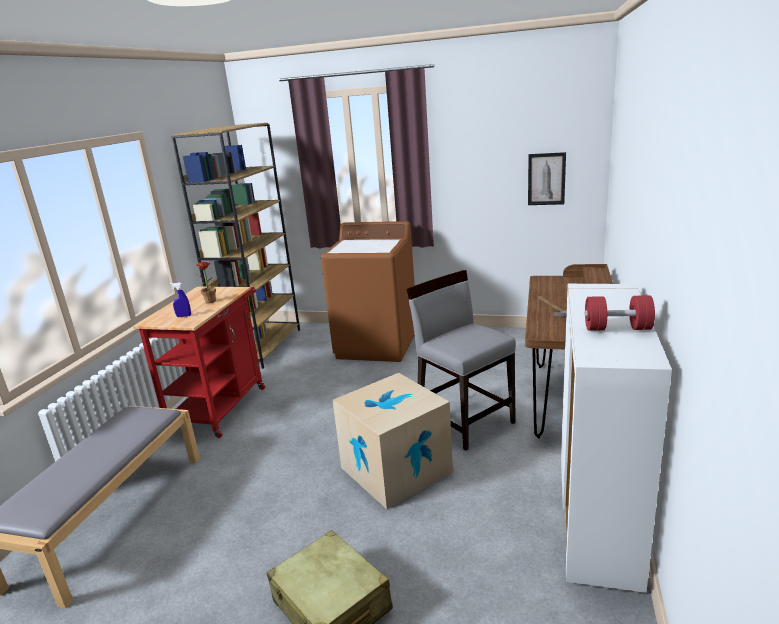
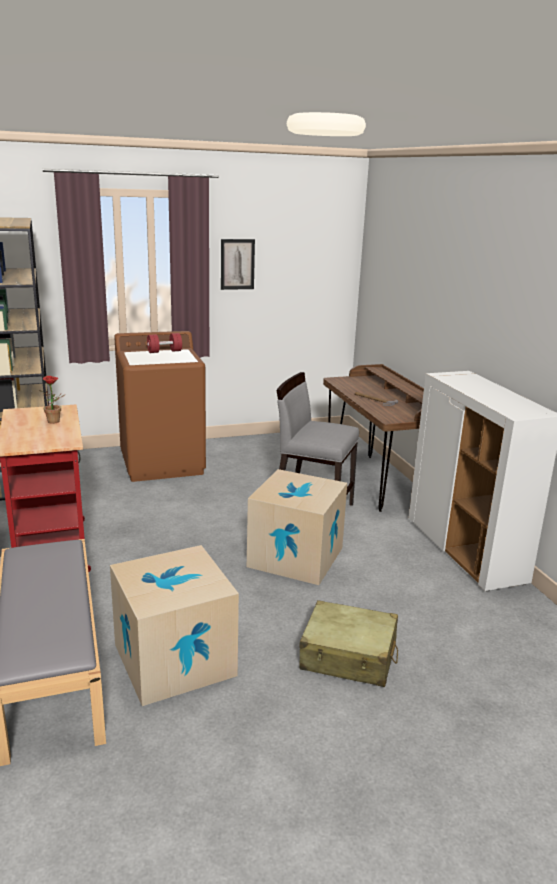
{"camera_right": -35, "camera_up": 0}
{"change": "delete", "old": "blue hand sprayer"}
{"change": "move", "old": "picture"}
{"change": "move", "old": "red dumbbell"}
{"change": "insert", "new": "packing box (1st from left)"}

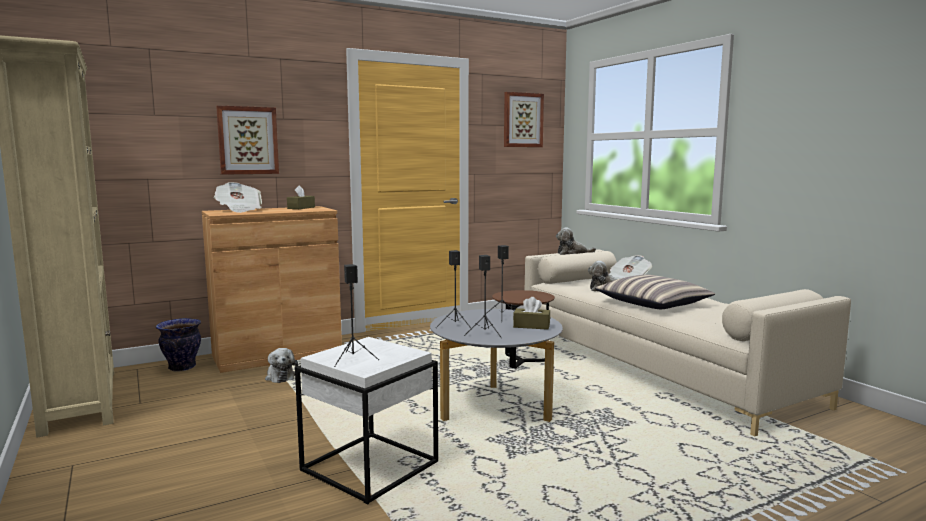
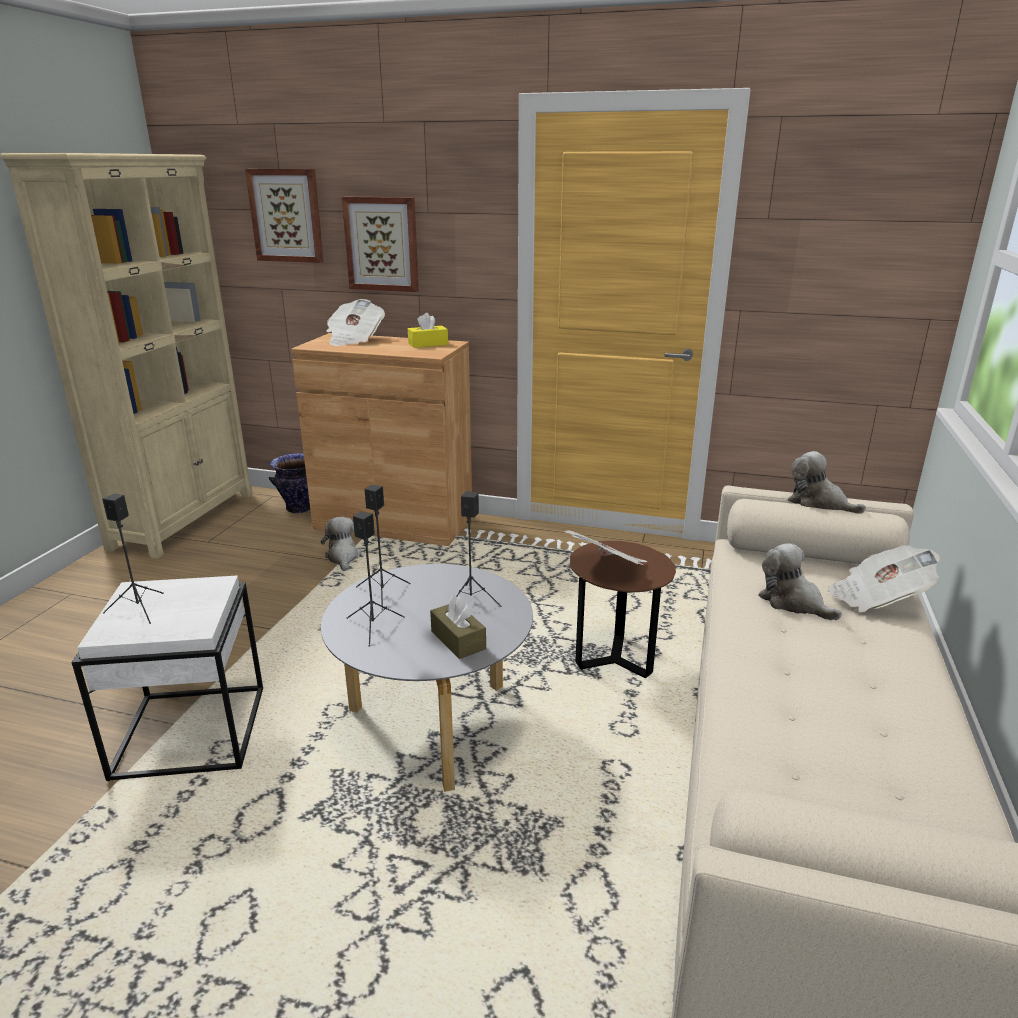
{"camera_right": 45, "camera_up": 15}
{"change": "rotate", "old": "plush toy (1st from left)", "degrees": 150}
{"change": "recolor", "old": "brown-coloured tissue box (1st from left)", "new": "yellow-coloured tissue box"}
{"change": "move", "old": "picture (2nd from left in the first image)", "new": "picture (1st from left)"}
{"change": "delete", "old": "cushion"}
{"change": "insert", "new": "newspaper (2nd from left)"}

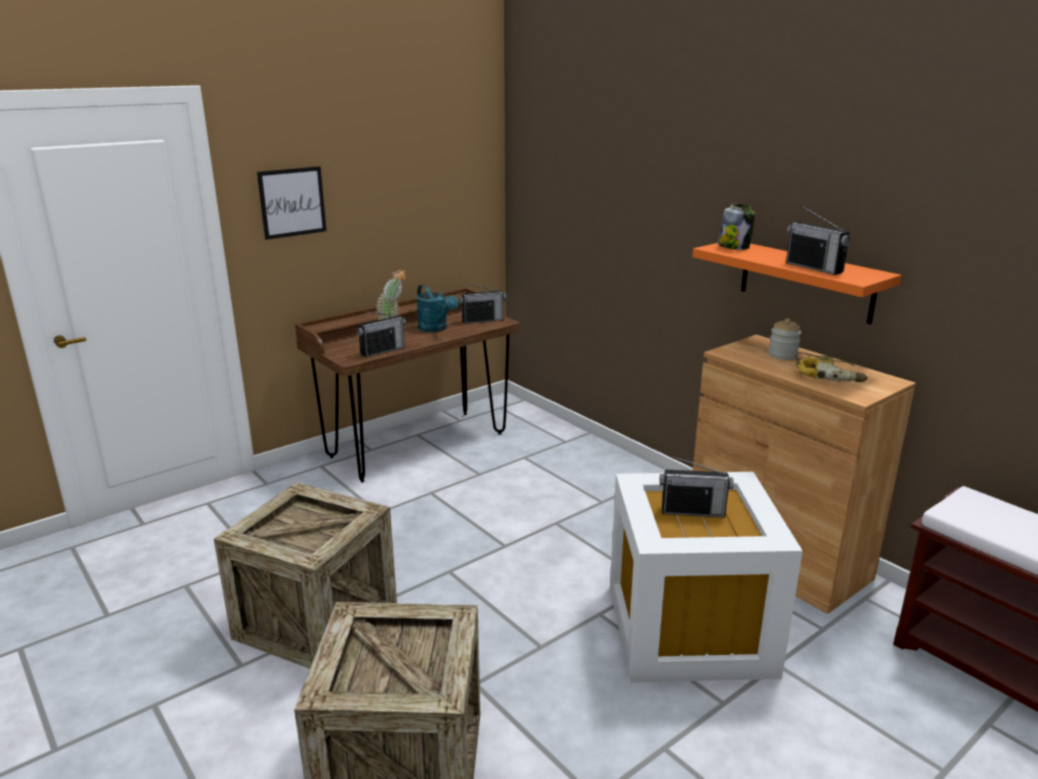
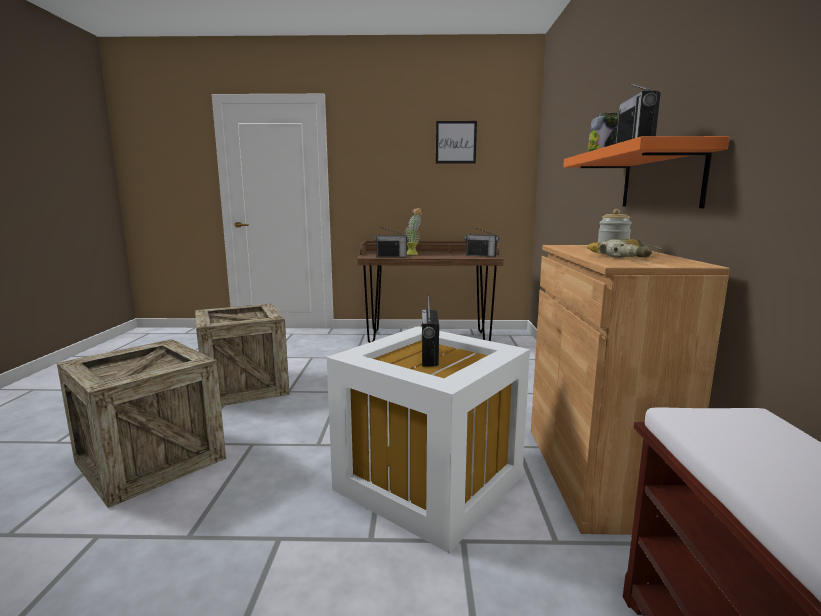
{"camera_right": 40, "camera_up": -10}
{"change": "move", "old": "picture"}
{"change": "delete", "old": "turquoise-coloured sprinkling can"}
{"change": "rotate", "old": "radio set (3rd from left in the first image)", "degrees": 45}

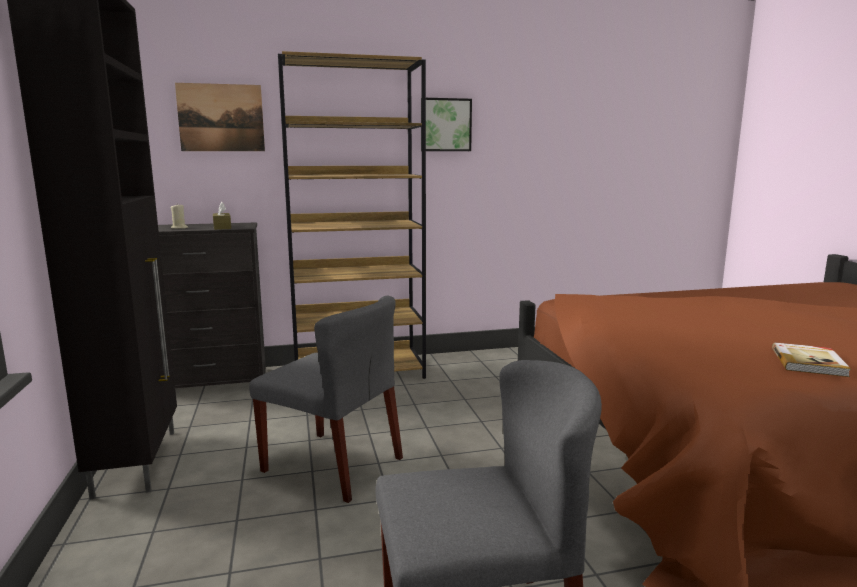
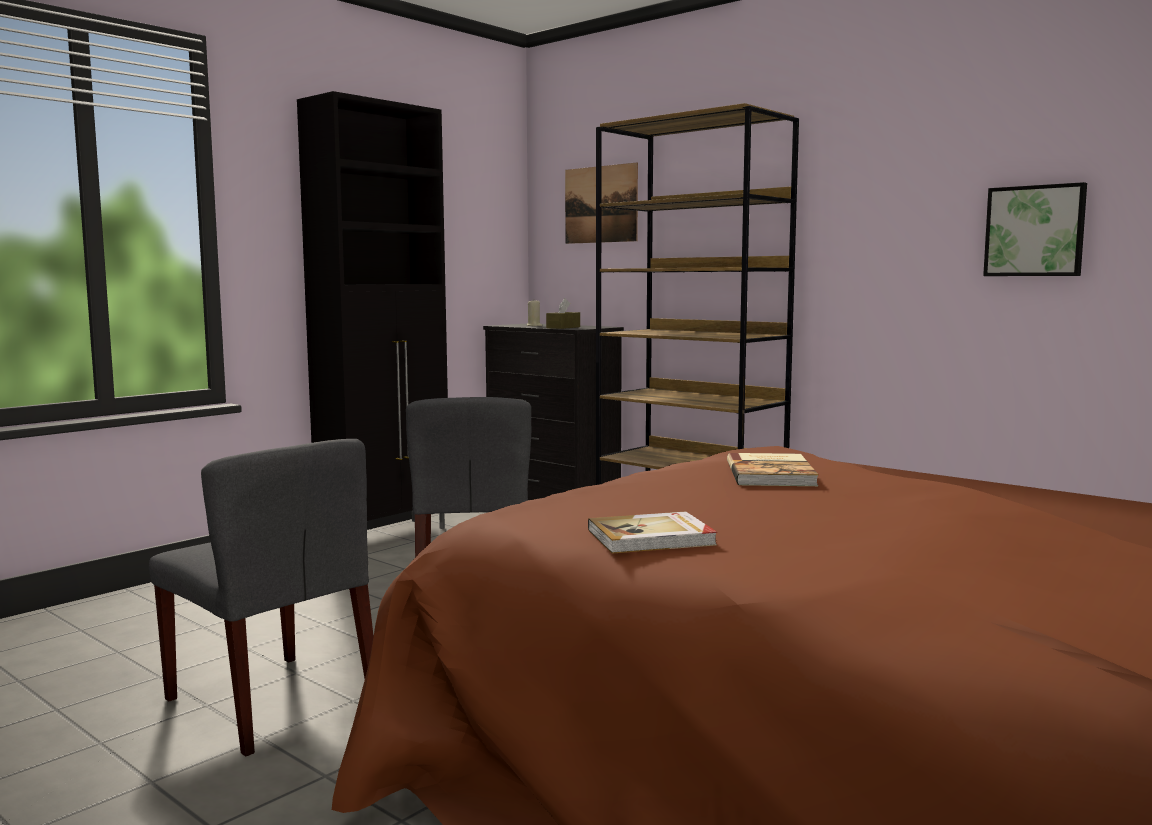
{"camera_right": 55, "camera_up": -5}
{"change": "move", "old": "picture (2nd from left)"}
{"change": "insert", "new": "bound book (2nd from left)"}

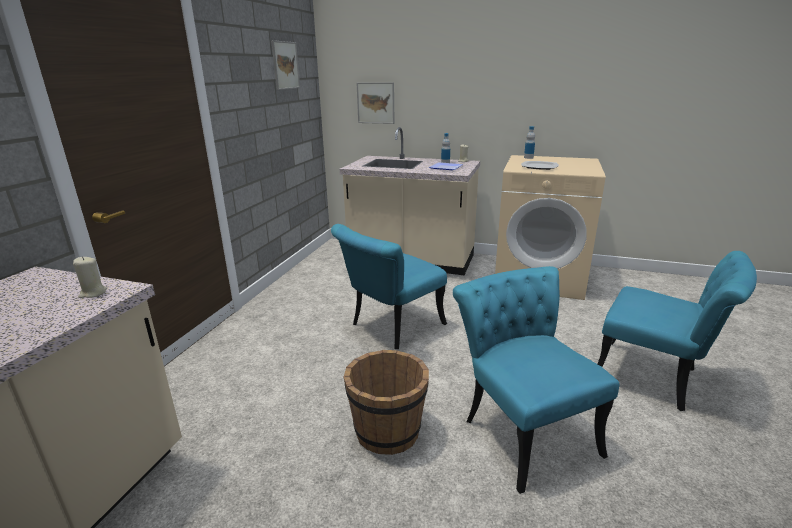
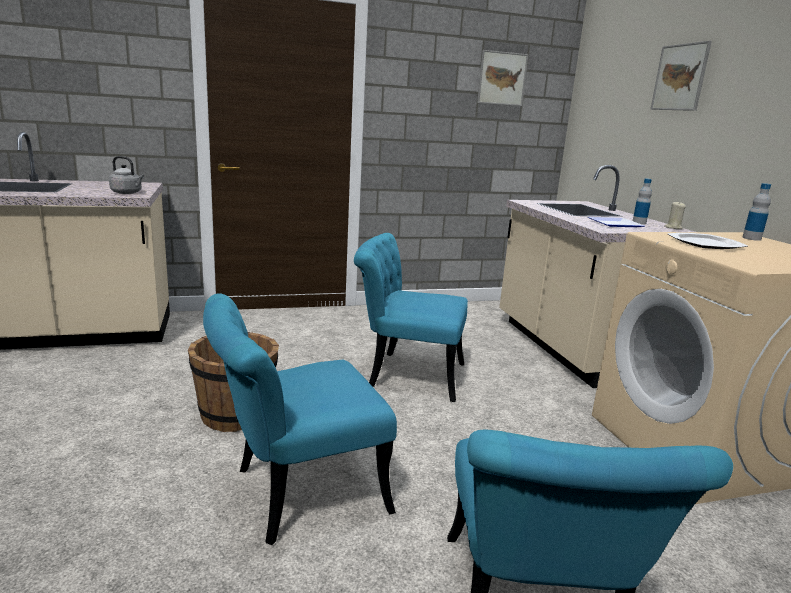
{"camera_right": 55, "camera_up": -5}
{"change": "replace", "old": "sand-coloured wax candle (1st from left)", "new": "gray kettle"}
{"change": "move", "old": "picture (2nd from left)"}
{"change": "rotate", "old": "turquoise-coloured upright chair (2nd from left in the first image)", "degrees": -150}

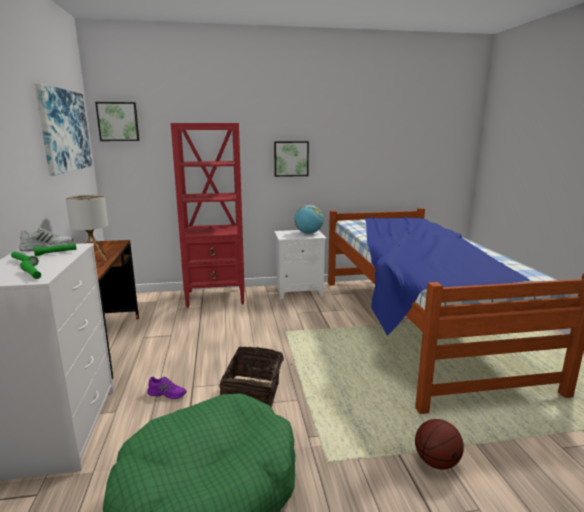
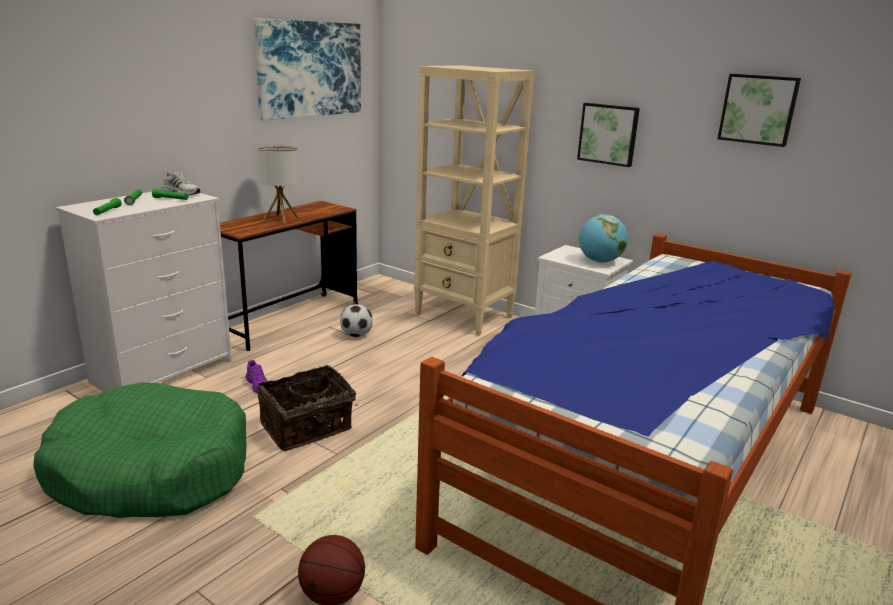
{"camera_right": 45, "camera_up": 5}
{"change": "move", "old": "picture (2nd from left in the first image)", "new": "picture (3rd from left)"}
{"change": "recolor", "old": "red shelving unit", "new": "sand-coloured shelving unit"}
{"change": "insert", "new": "football"}

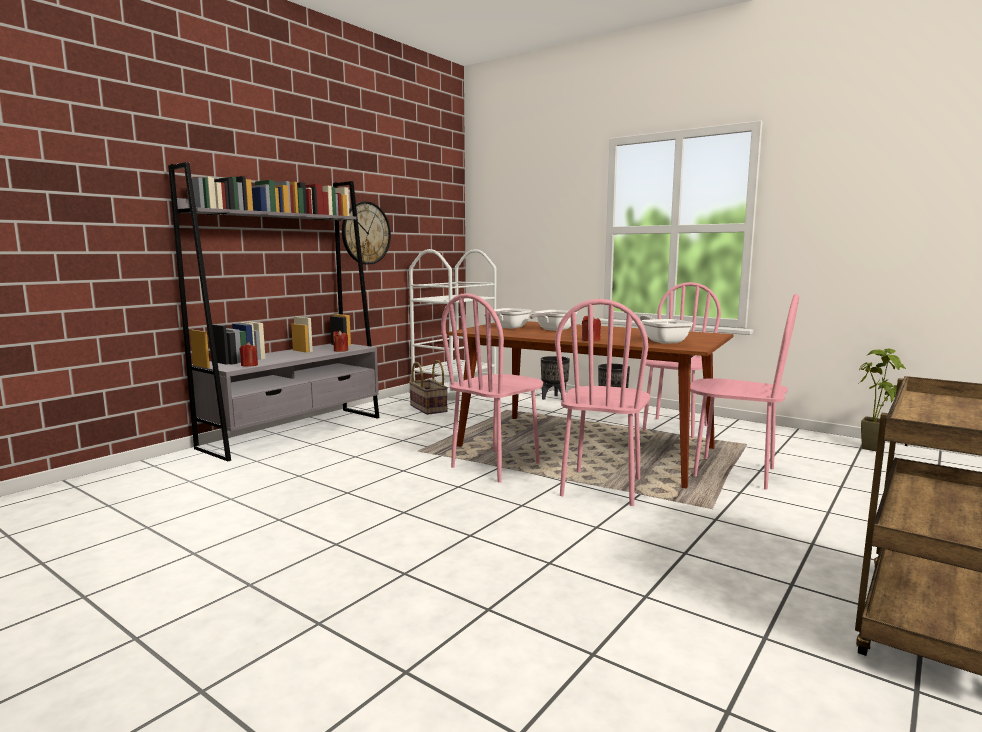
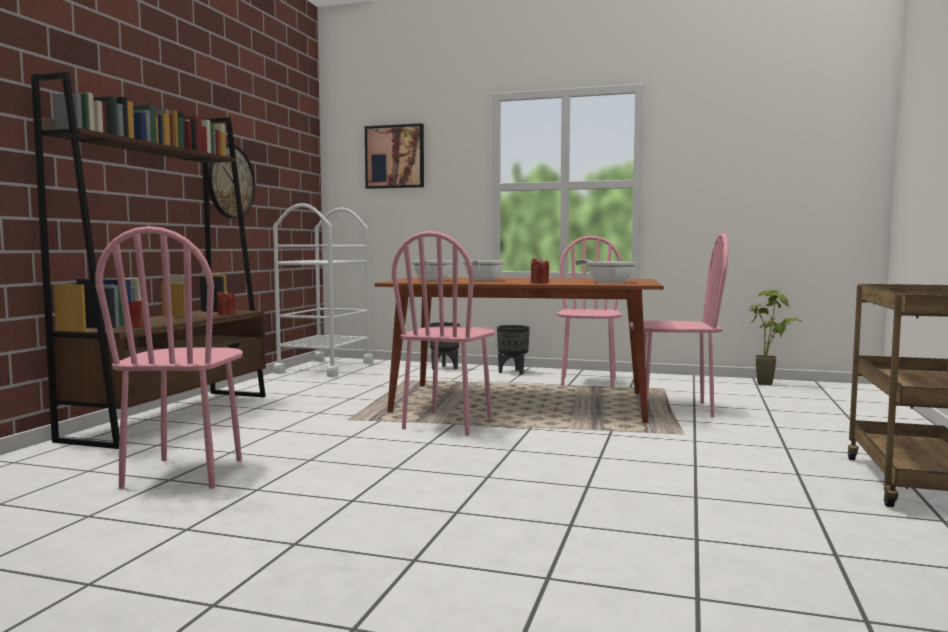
{"camera_right": -20, "camera_up": -5}
{"change": "recolor", "old": "gray shelving unit", "new": "brown-coloured shelving unit"}
{"change": "delete", "old": "basket"}
{"change": "move", "old": "pink upright chair (2nd from left in the first image)", "new": "pink upright chair (1st from left)"}
{"change": "insert", "new": "picture"}

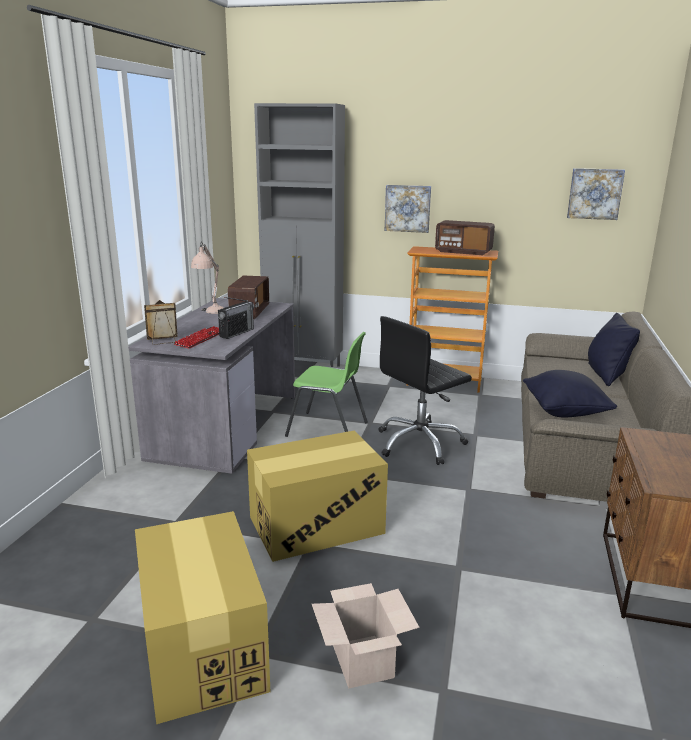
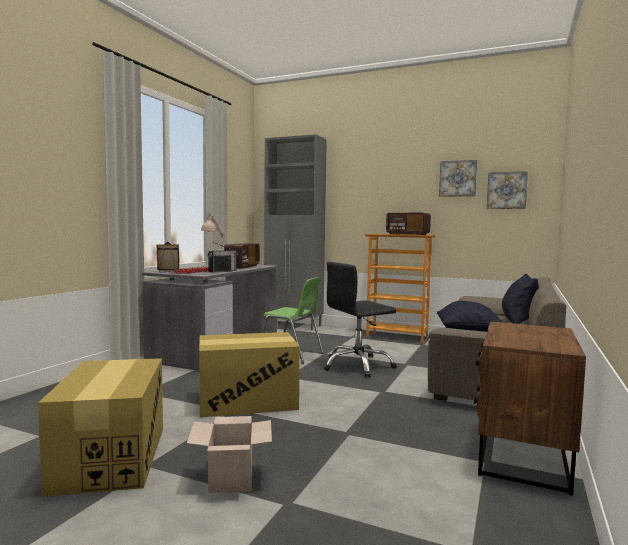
{"camera_right": 10, "camera_up": -15}
{"change": "move", "old": "picture (1st from left)"}

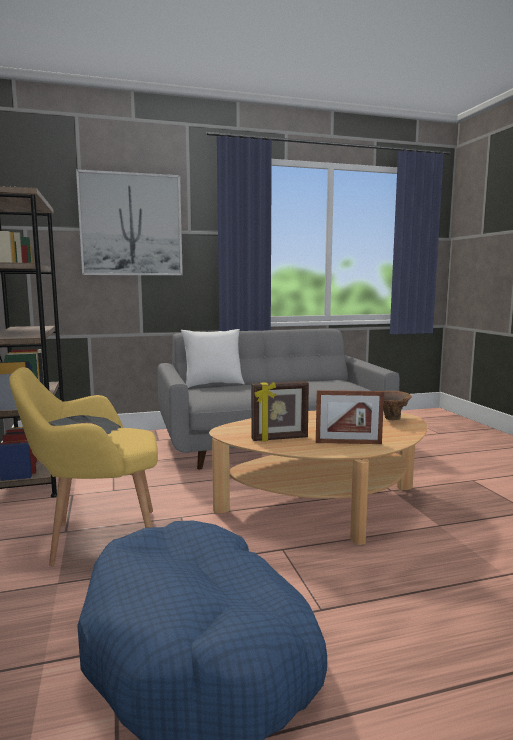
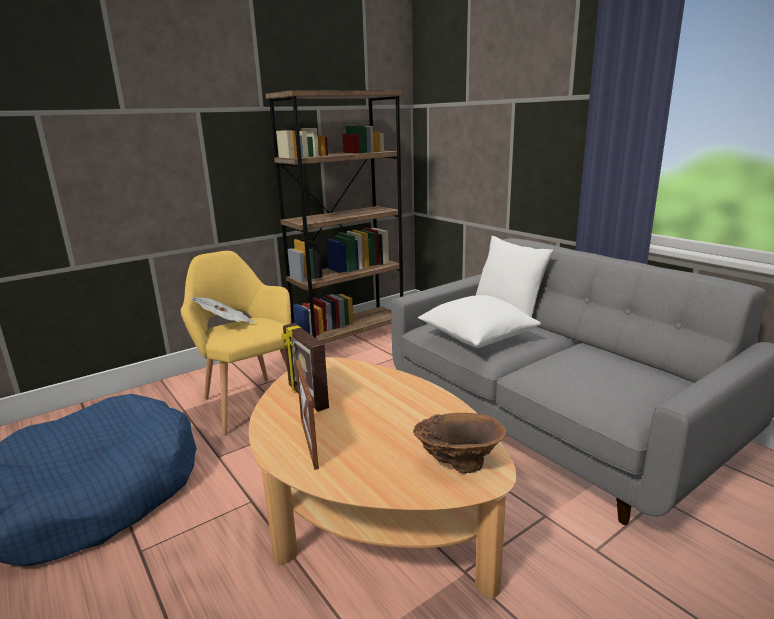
{"camera_right": 70, "camera_up": 10}
{"change": "delete", "old": "picture"}
{"change": "insert", "new": "whitish cushion (1st from left)"}

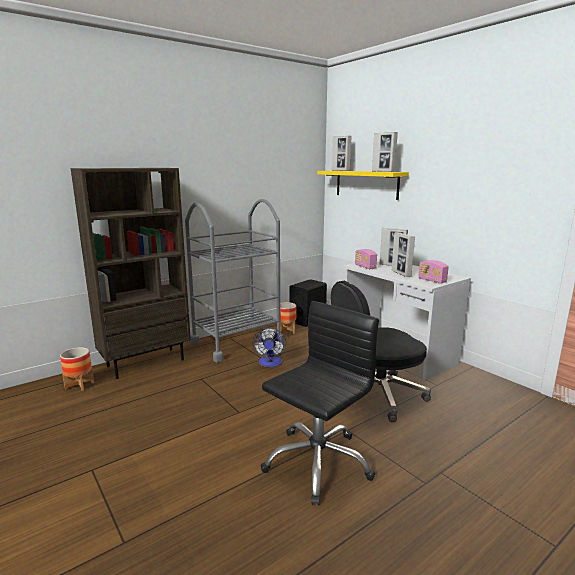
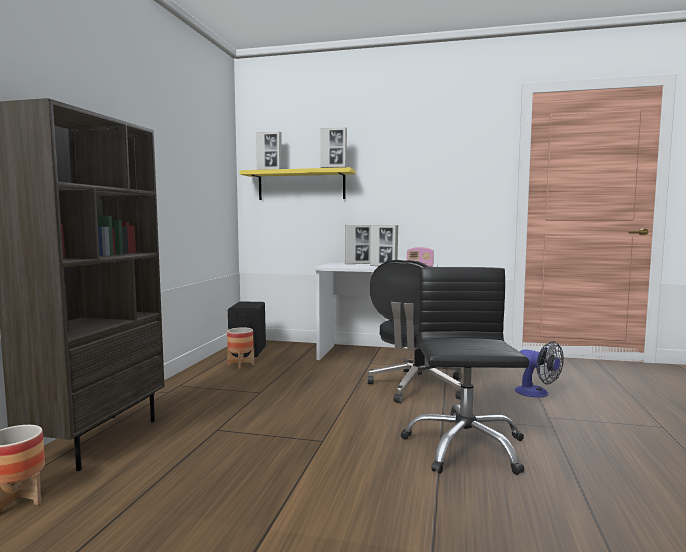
{"camera_right": -40, "camera_up": -10}
{"change": "delete", "old": "gray wheeled cart"}
{"change": "move", "old": "electric fan"}
{"change": "delete", "old": "radio set (1st from left)"}

